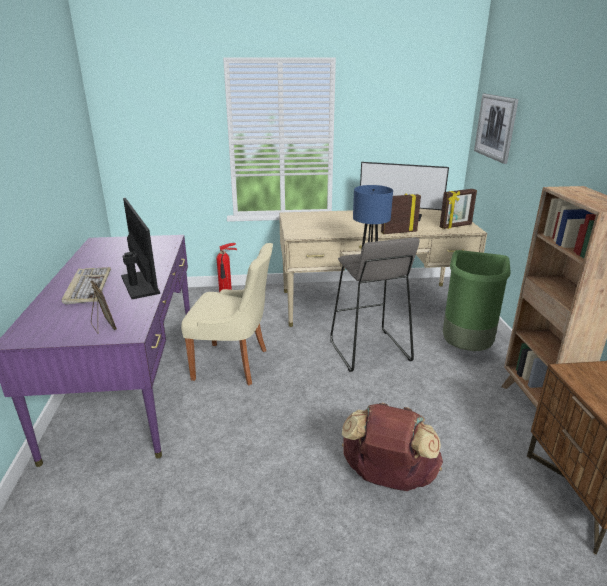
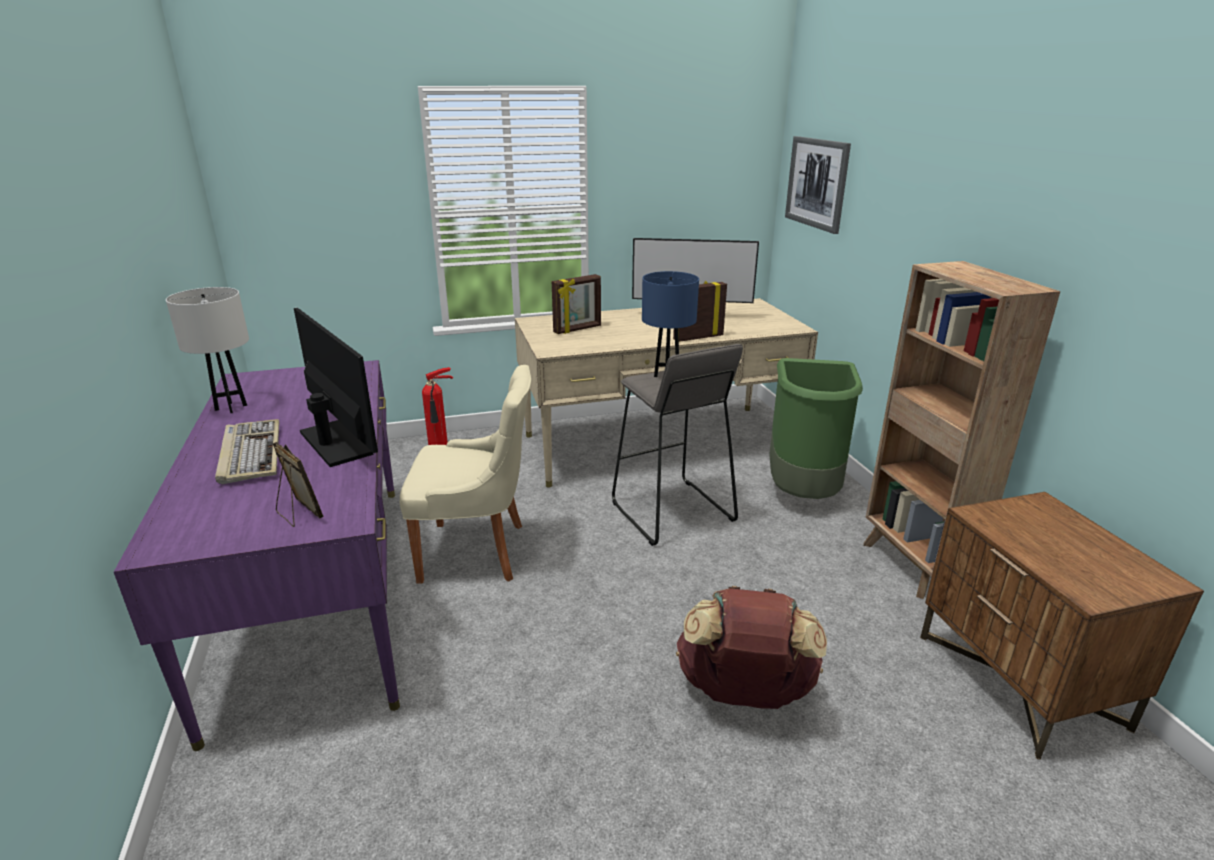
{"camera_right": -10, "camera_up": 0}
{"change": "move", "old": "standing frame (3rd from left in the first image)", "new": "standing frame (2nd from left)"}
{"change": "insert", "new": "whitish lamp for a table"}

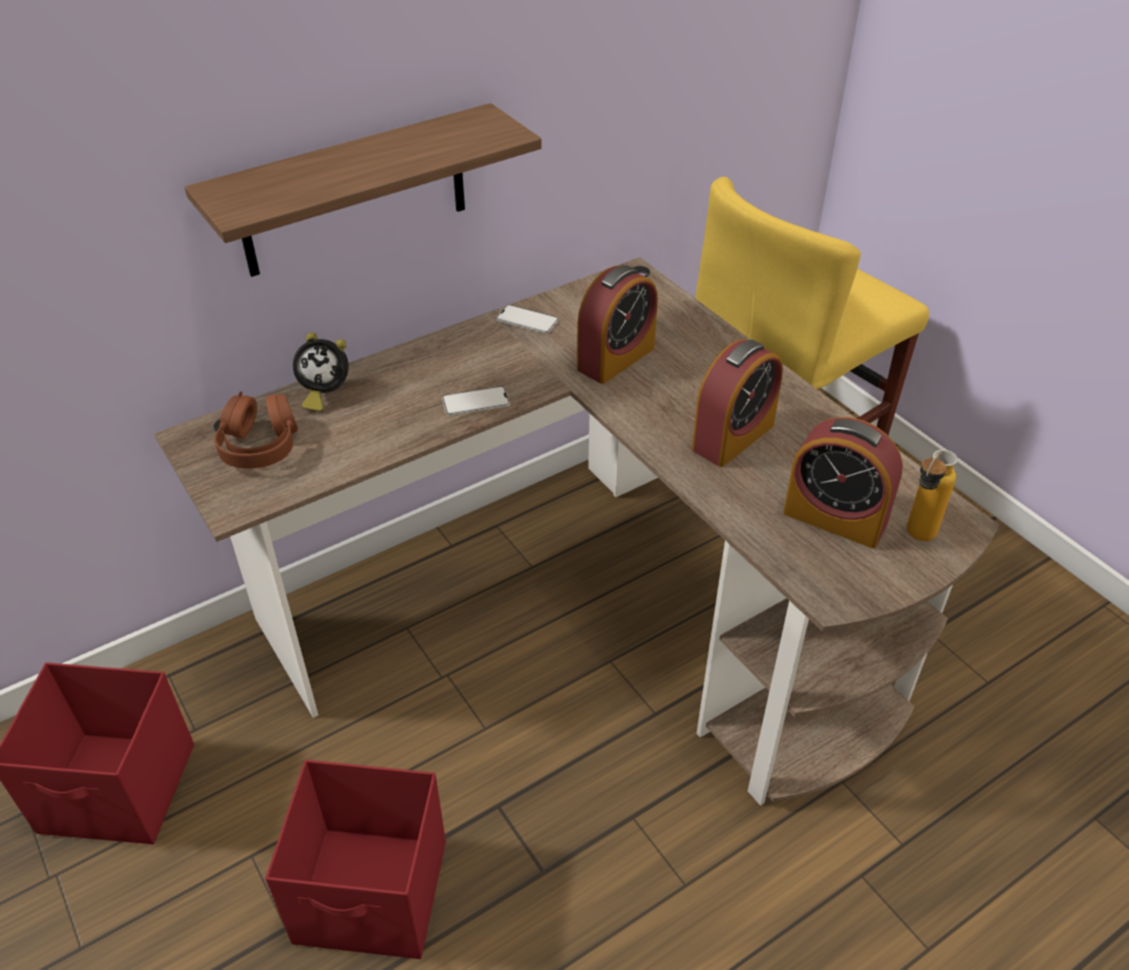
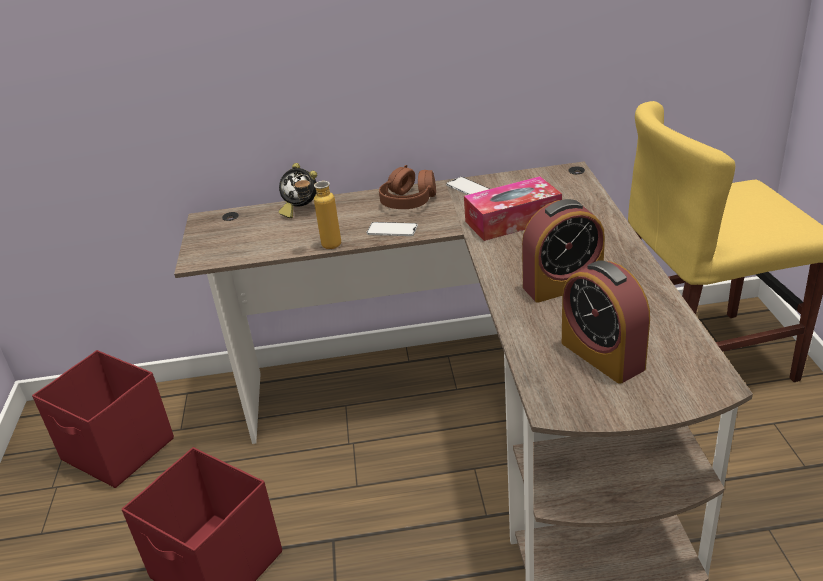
{"camera_right": 30, "camera_up": -10}
{"change": "delete", "old": "shelf"}
{"change": "move", "old": "brown-coloured headset"}
{"change": "replace", "old": "table clock (2nd from left)", "new": "tissue box"}
{"change": "move", "old": "bottle"}

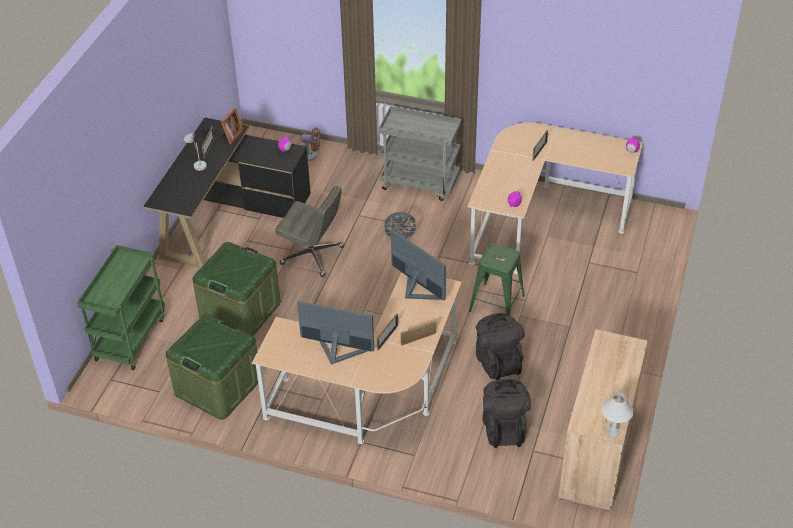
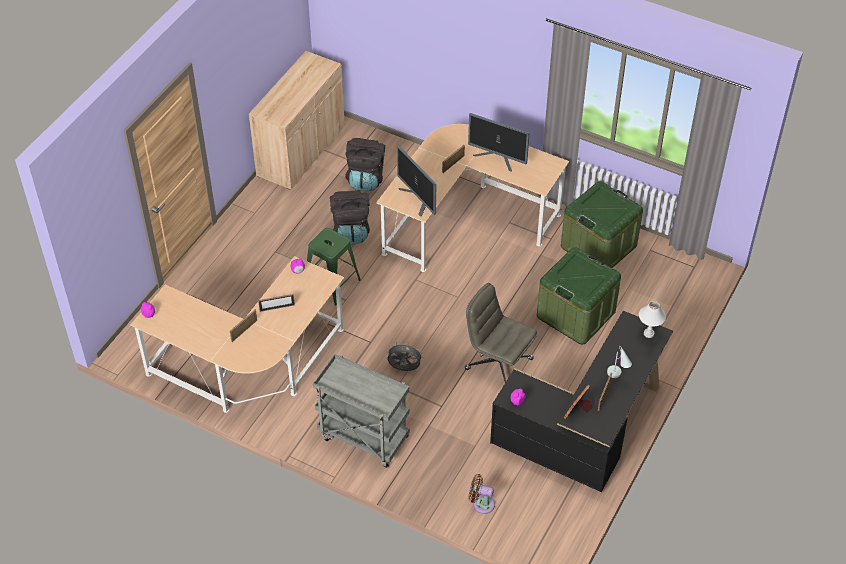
{"camera_right": -170, "camera_up": 5}
{"change": "delete", "old": "green-coloured wheeled cart"}
{"change": "move", "old": "standing frame (4th from left in the first image)", "new": "standing frame (2nd from left)"}
{"change": "move", "old": "whitish lamp for a table (2nd from left)"}

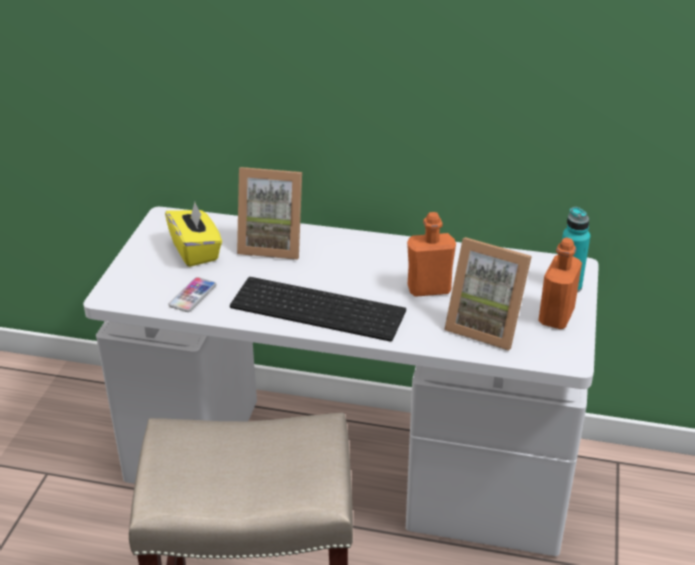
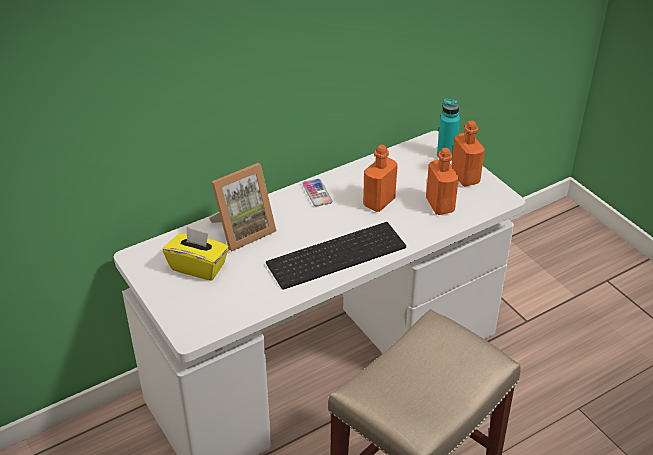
{"camera_right": -45, "camera_up": 5}
{"change": "move", "old": "phone"}
{"change": "replace", "old": "standing frame (2nd from left)", "new": "orangey bottle (2nd from left)"}

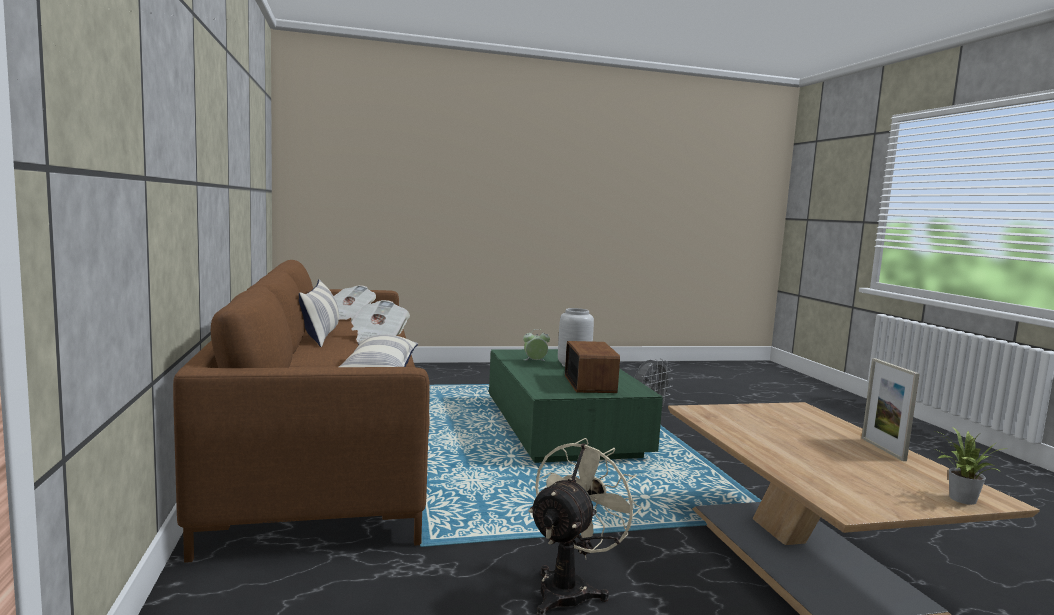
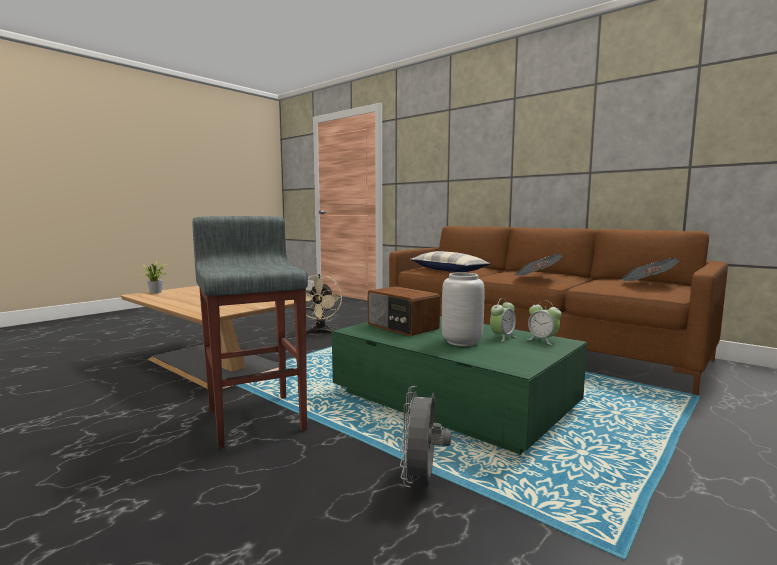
{"camera_right": 145, "camera_up": 0}
{"change": "delete", "old": "cushion (1st from left)"}
{"change": "delete", "old": "standing frame"}
{"change": "insert", "new": "gray stool seat"}
{"change": "insert", "new": "table clock (2nd from left)"}

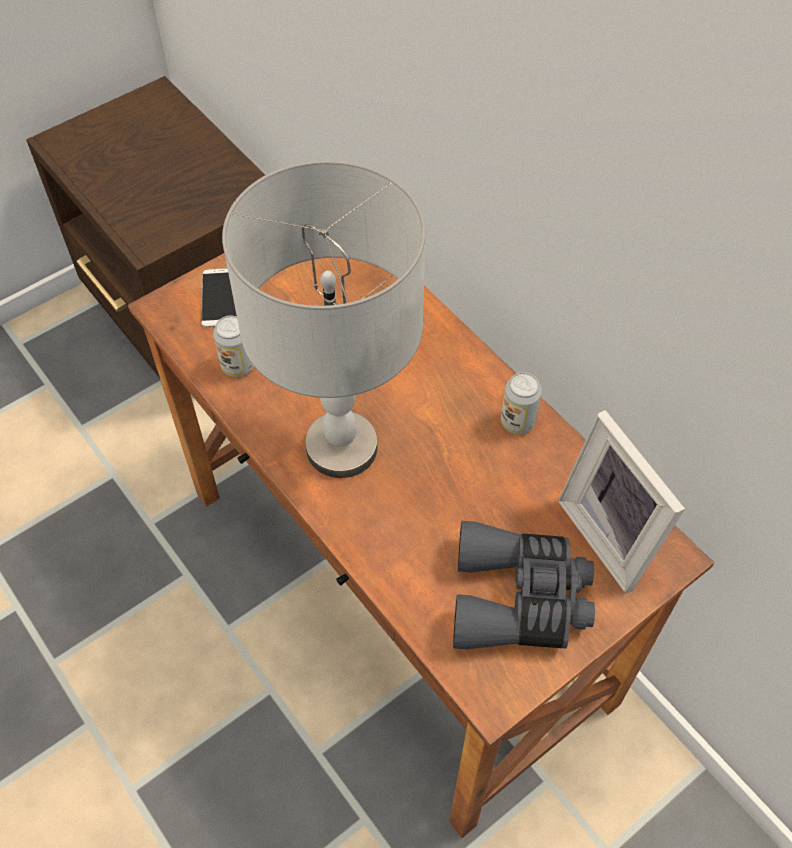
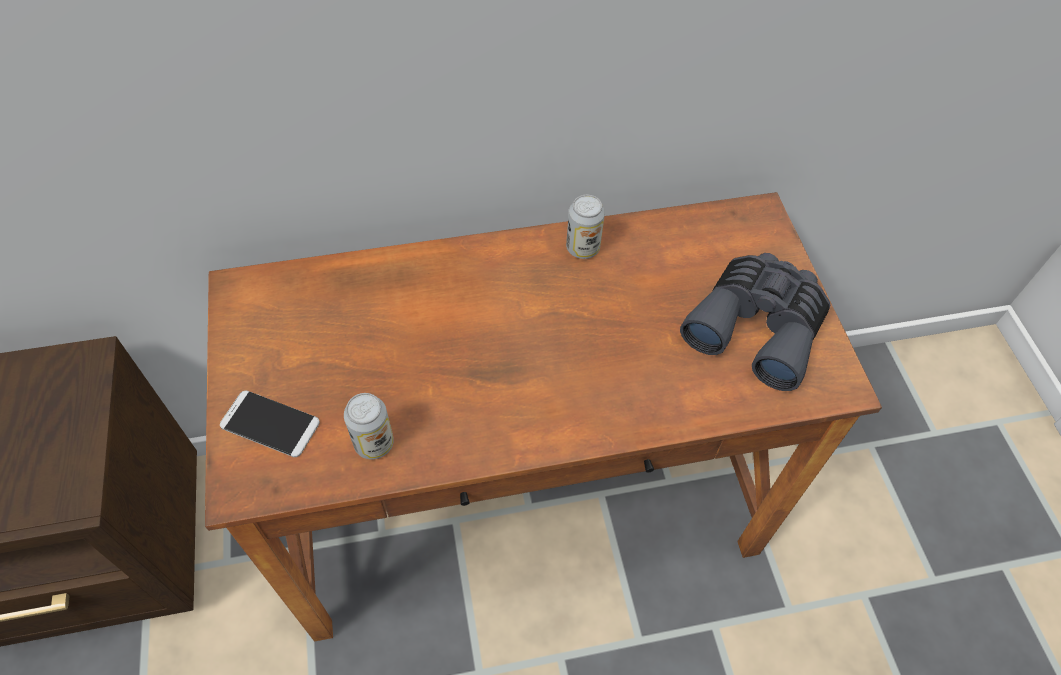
{"camera_right": -65, "camera_up": 0}
{"change": "delete", "old": "gray lamp for a table"}
{"change": "delete", "old": "standing frame"}

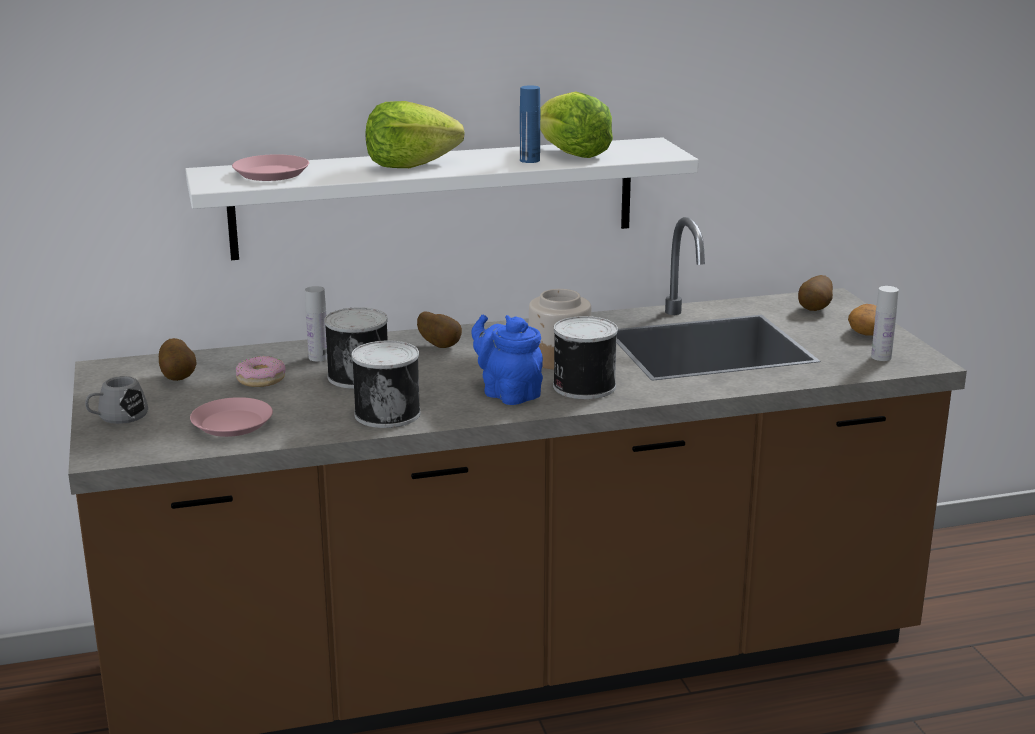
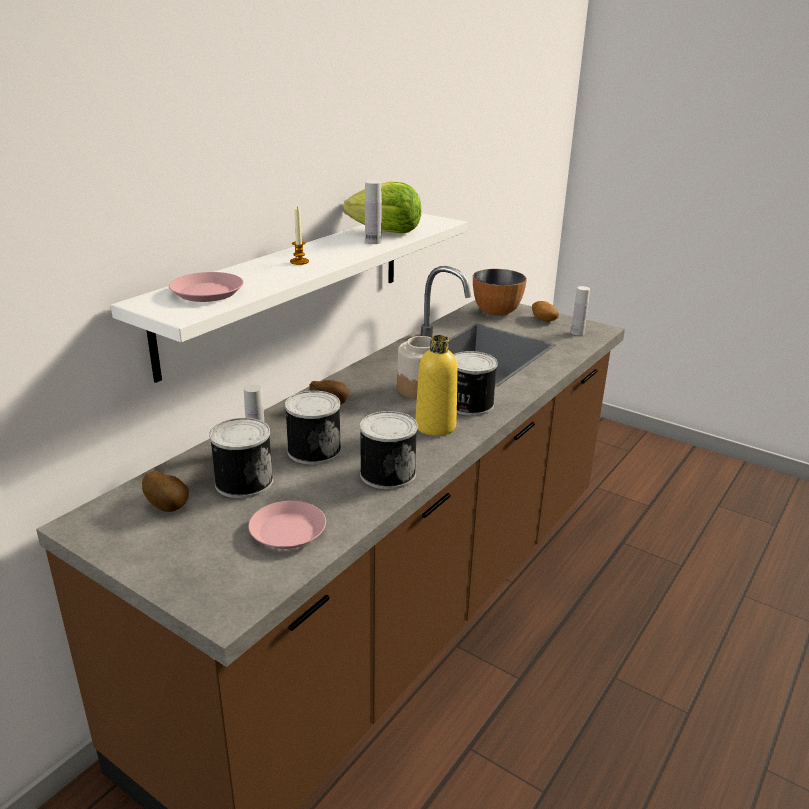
{"camera_right": -40, "camera_up": 5}
{"change": "delete", "old": "gray tea mug"}
{"change": "replace", "old": "ring doughnut", "new": "sealed can (1st from left)"}
{"change": "replace", "old": "lettuce head (1st from left)", "new": "wax candle"}
{"change": "replace", "old": "blue tea pot", "new": "yellow-coloured bottle"}
{"change": "recolor", "old": "blue bottle", "new": "whitish bottle (2nd from left)"}
{"change": "replace", "old": "spud (3rd from left)", "new": "serving bowl"}

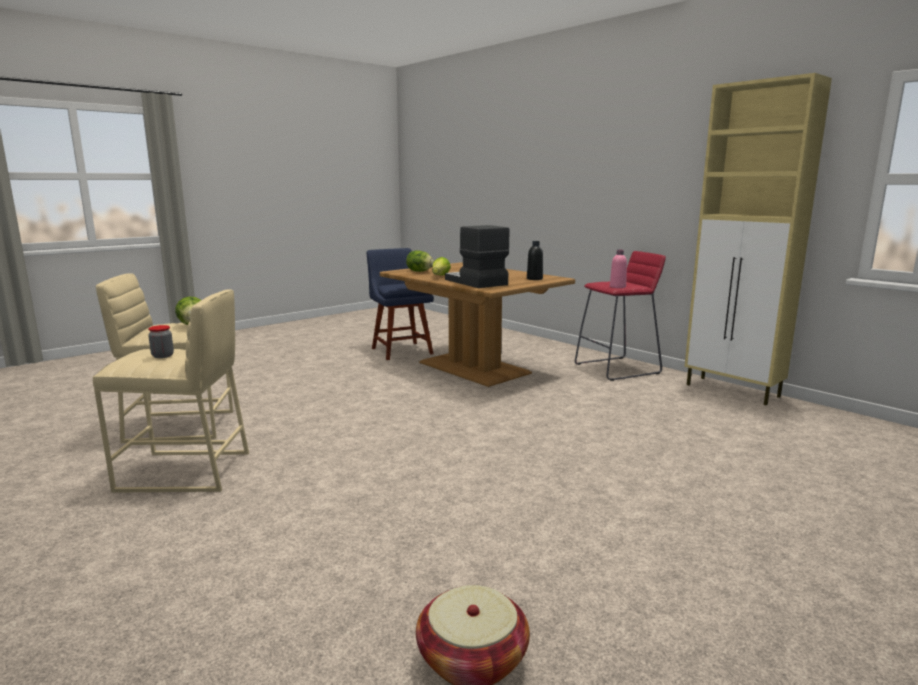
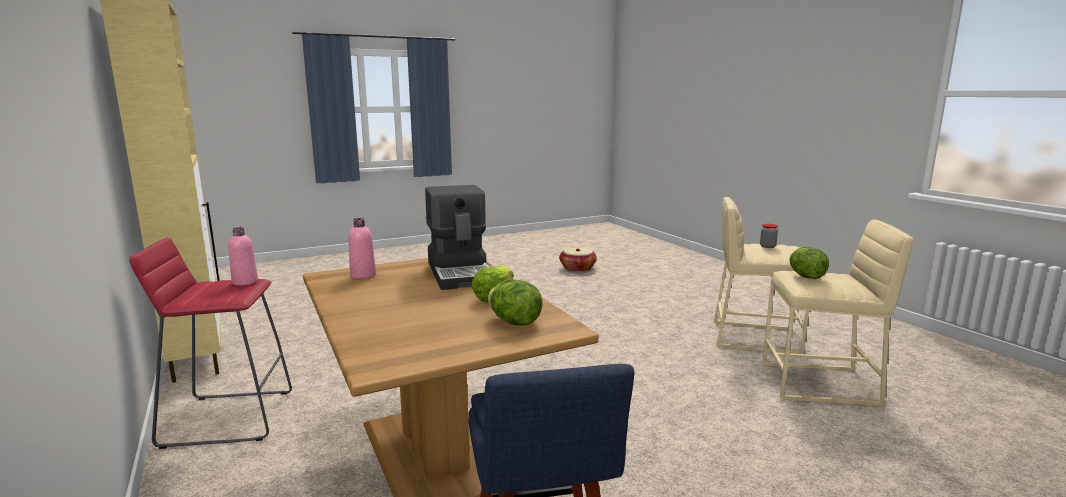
{"camera_right": -165, "camera_up": 0}
{"change": "recolor", "old": "blackish bottle", "new": "pink bottle (2nd from left)"}

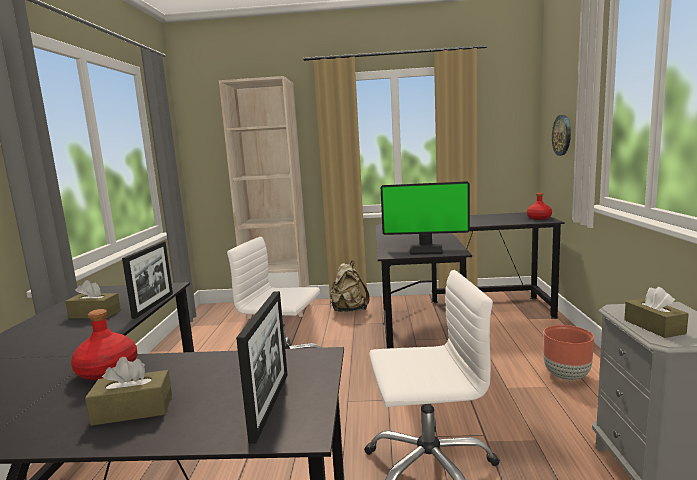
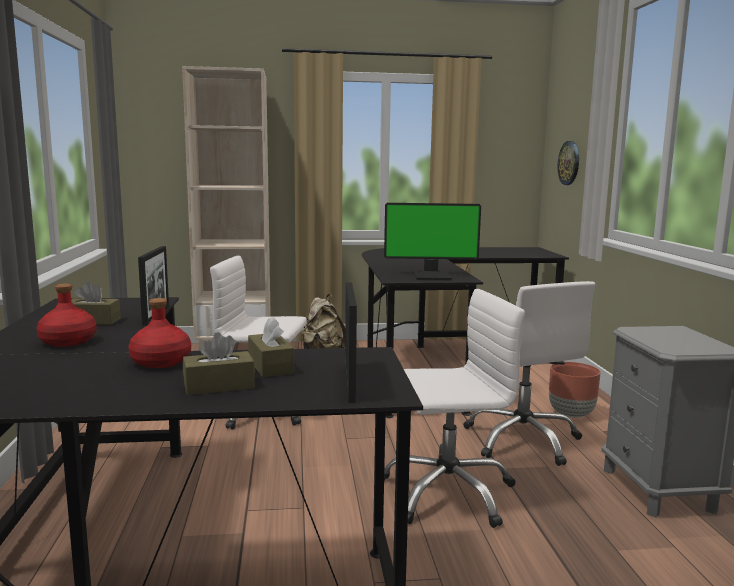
{"camera_right": -10, "camera_up": 0}
{"change": "move", "old": "red bottle (2nd from left in the first image)", "new": "red bottle (1st from left)"}
{"change": "move", "old": "brown-coloured tissue box (3rd from left)"}
{"change": "insert", "new": "whitish computer chair (3rd from left)"}

